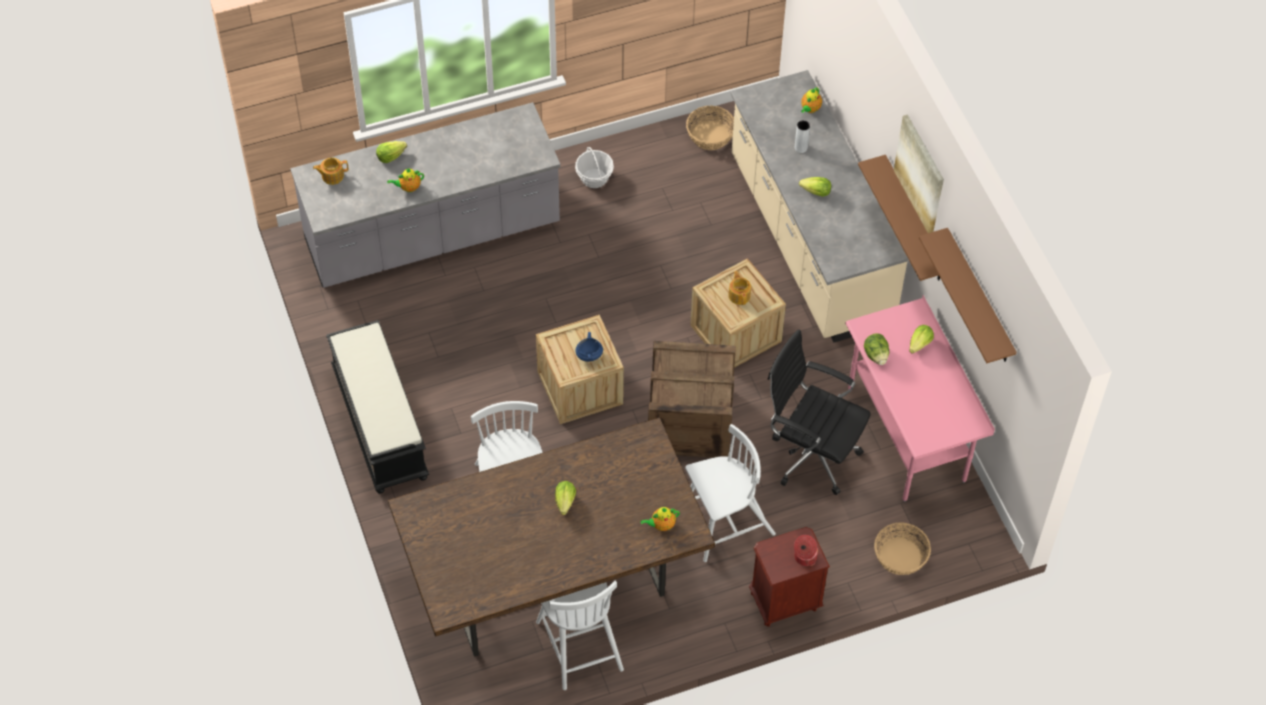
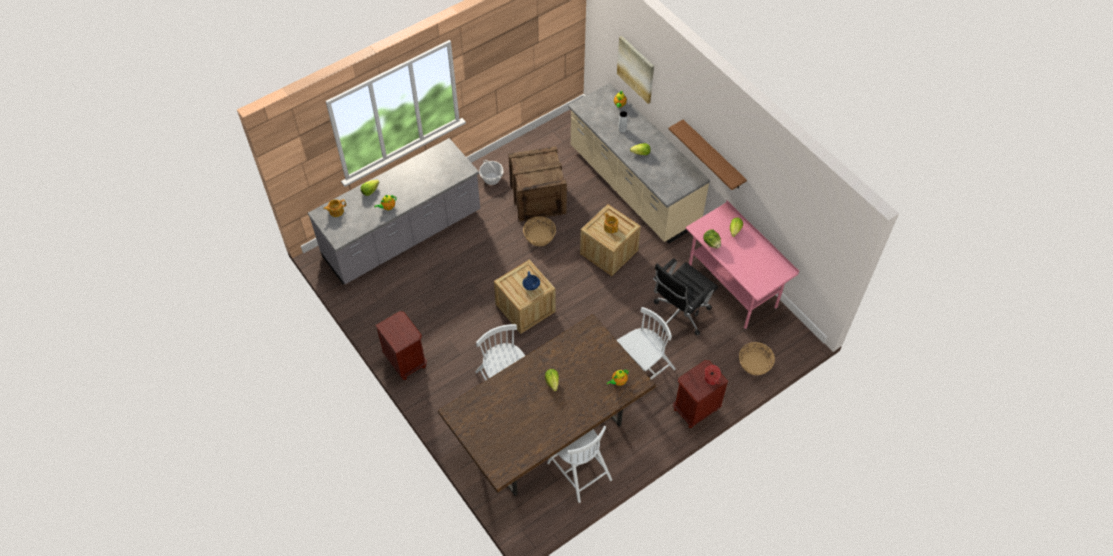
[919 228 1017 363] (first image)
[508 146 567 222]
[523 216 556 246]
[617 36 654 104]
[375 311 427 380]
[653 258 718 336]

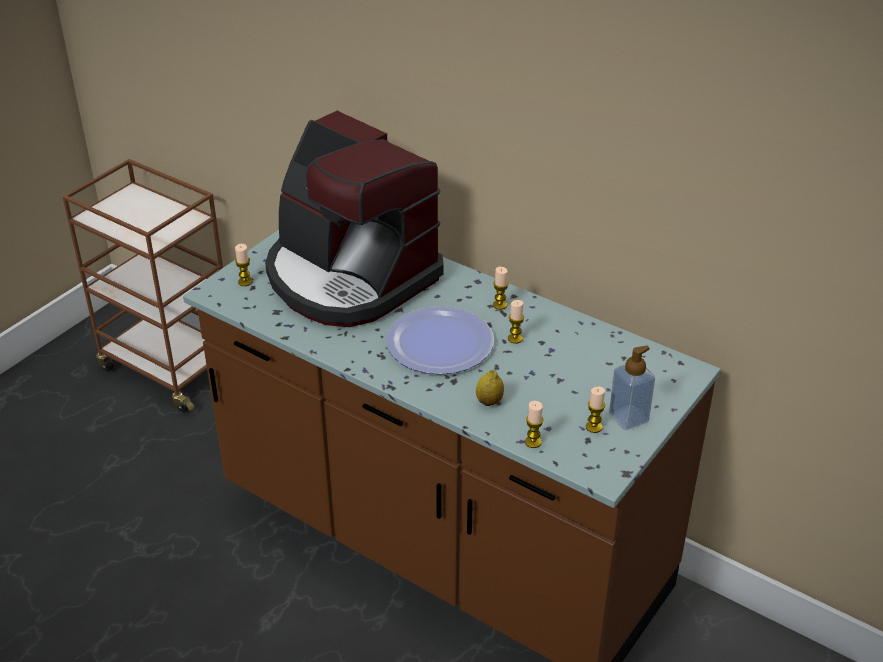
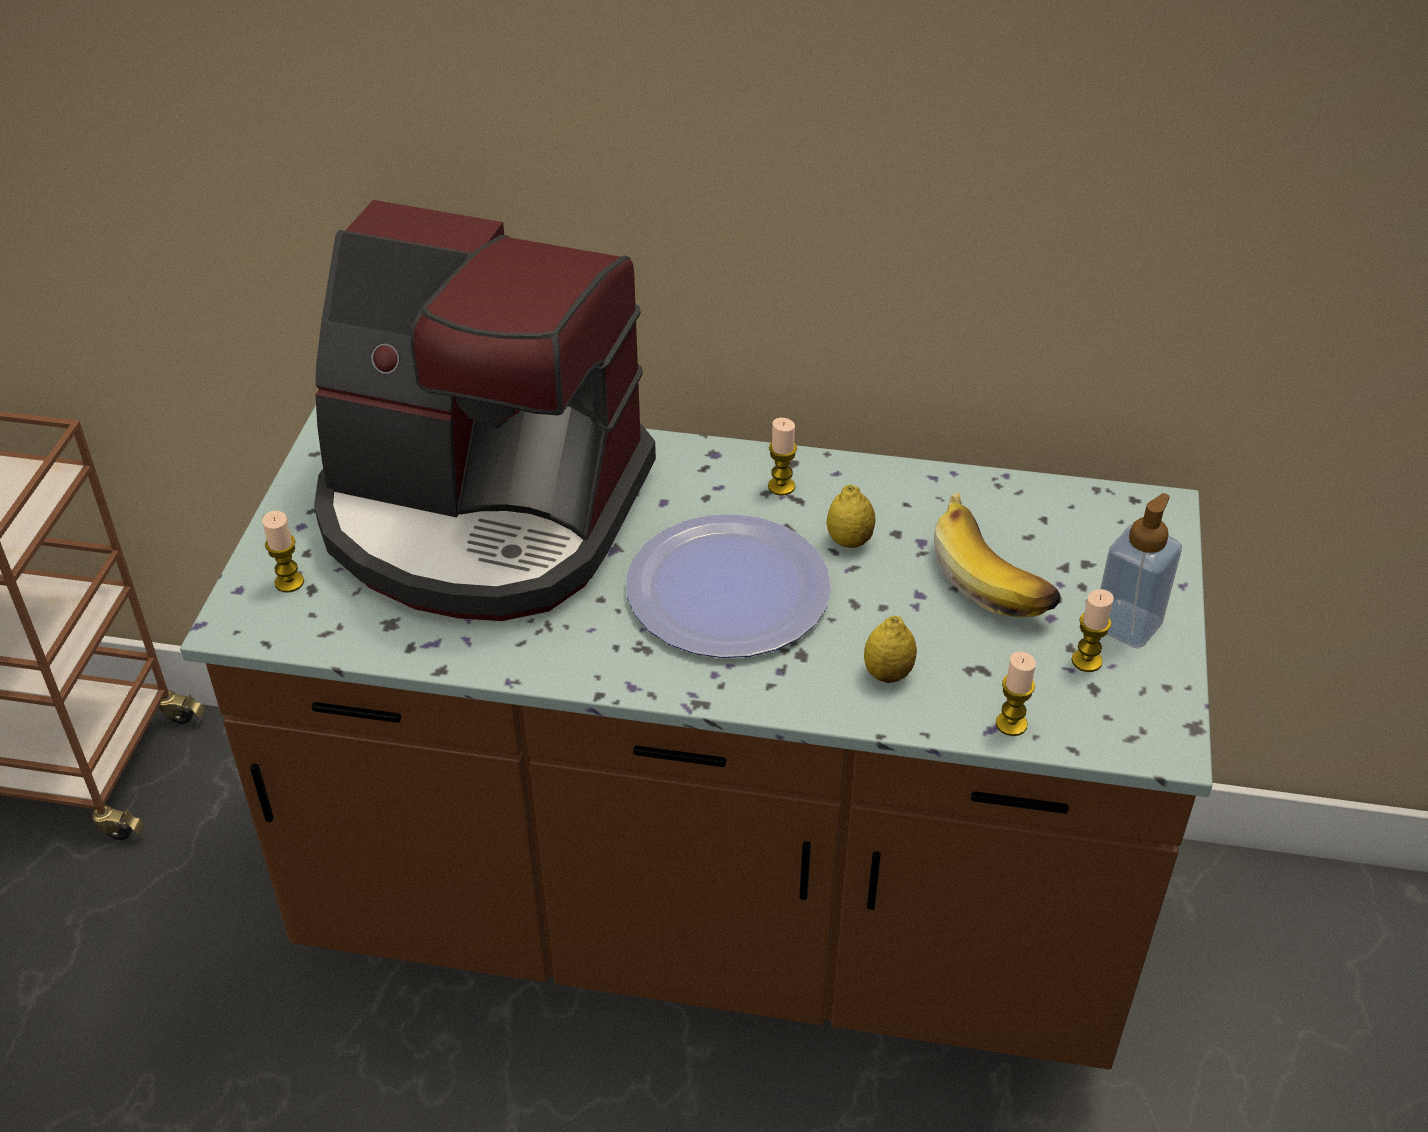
[934 492 1060 617]
[826 485 875 548]

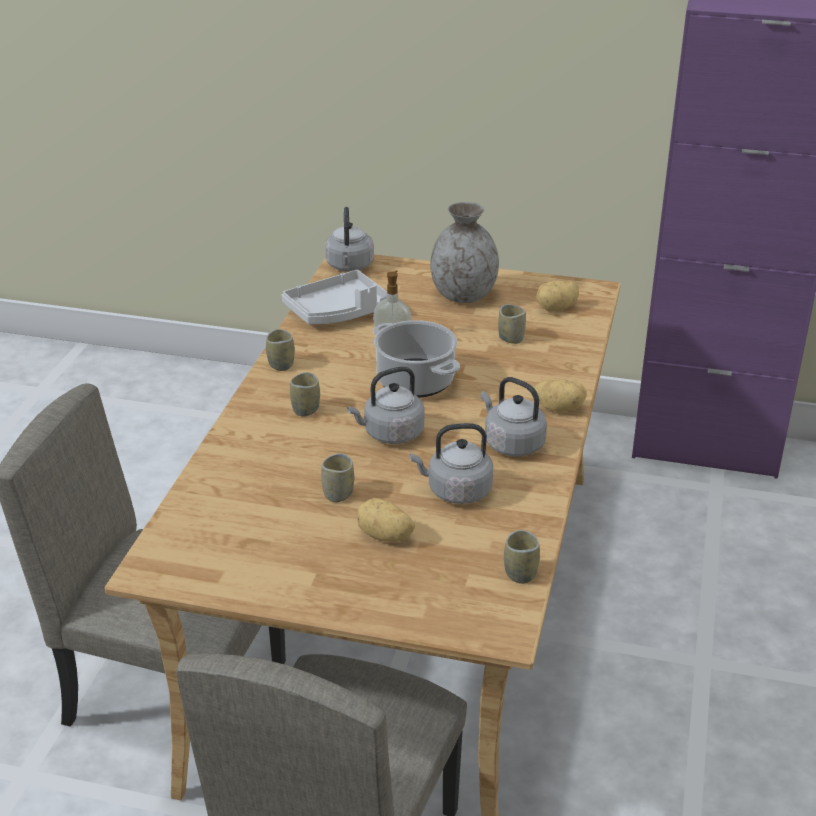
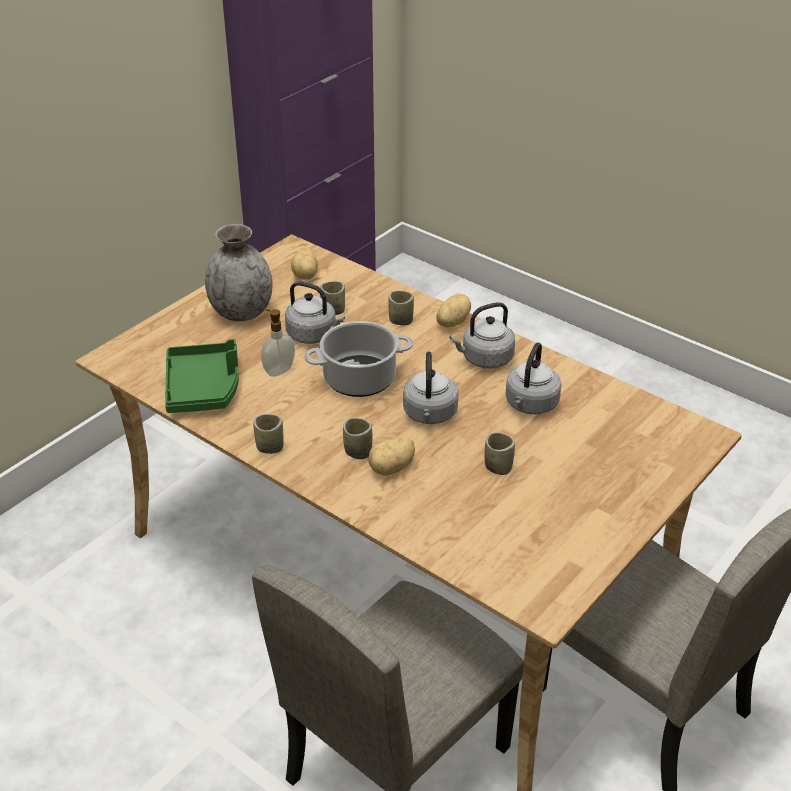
[285 281 345 344]
[368 438 415 476]
[388 291 414 325]
[165 339 239 413]

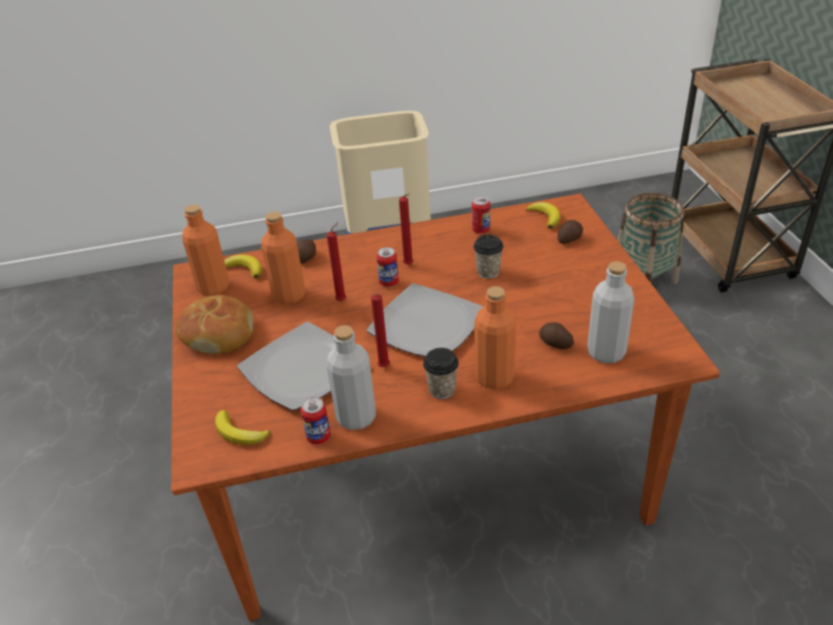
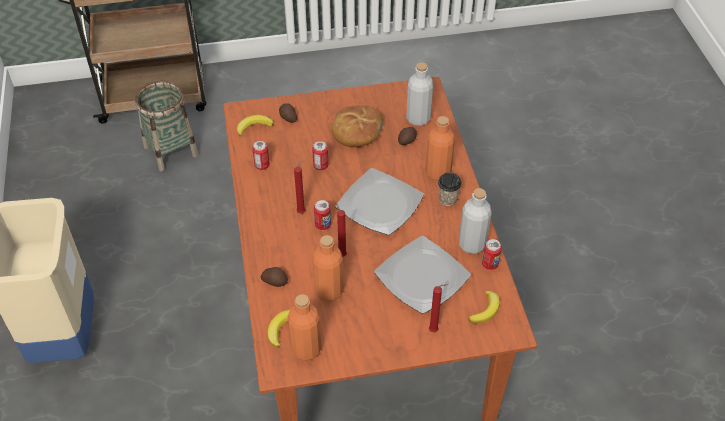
[331 105 383 147]
[429 284 447 332]
[312 141 328 170]

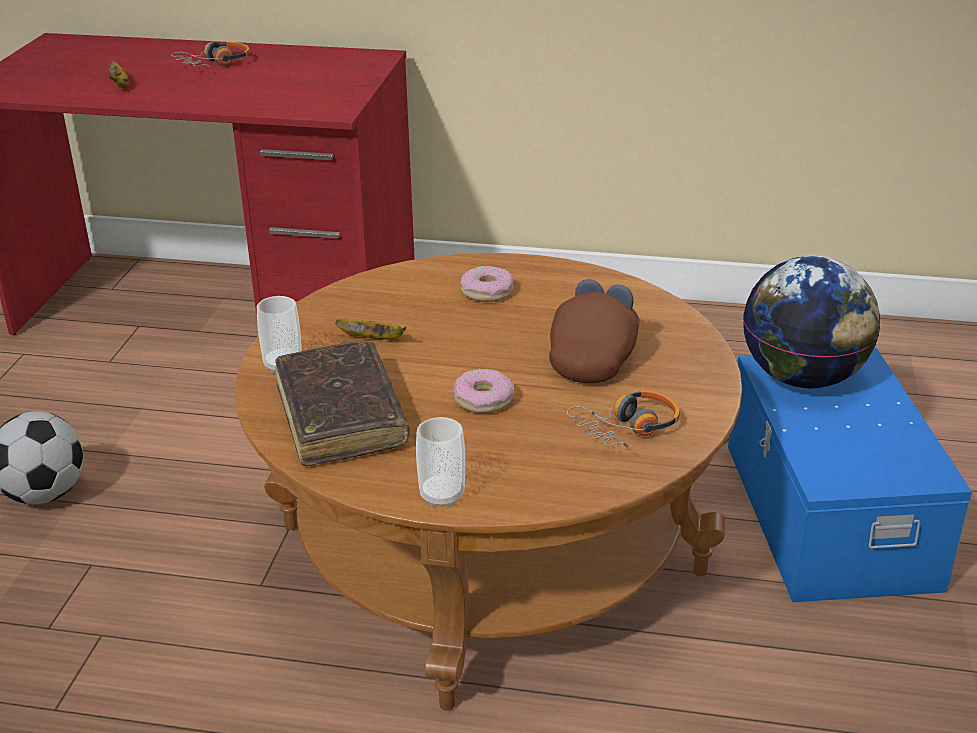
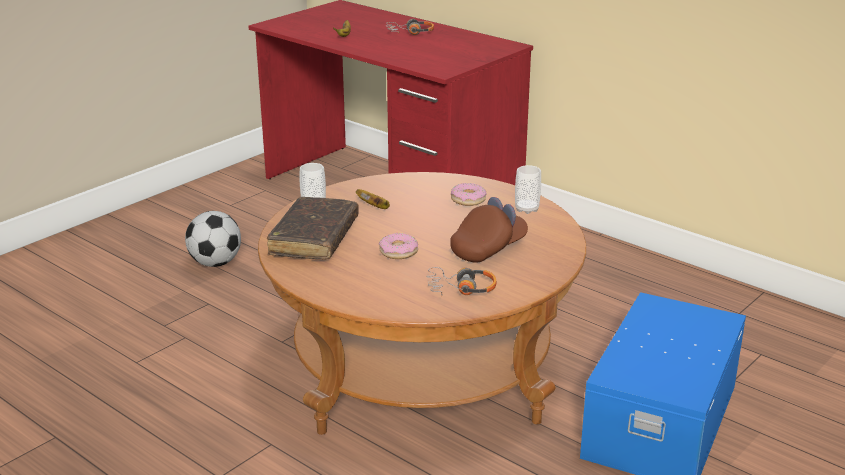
[743 256 880 388] (first image)
[515 165 541 214]

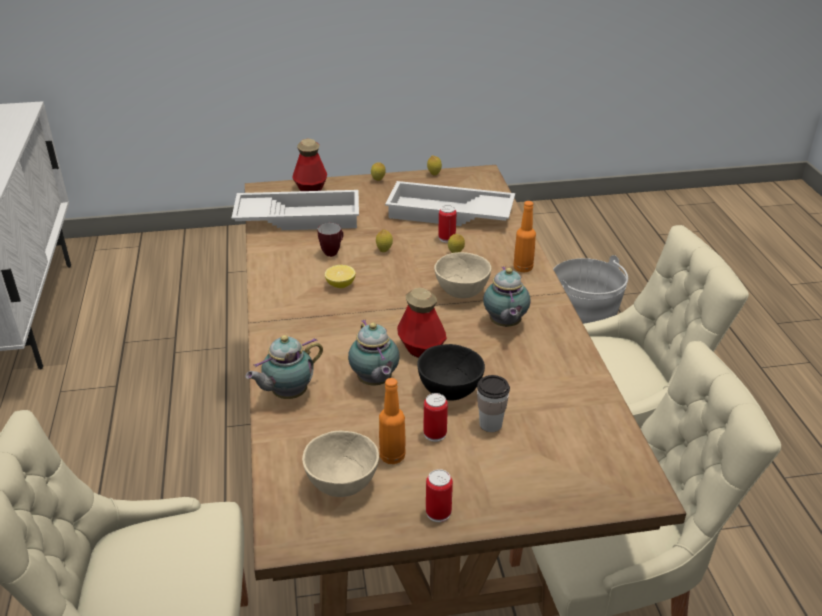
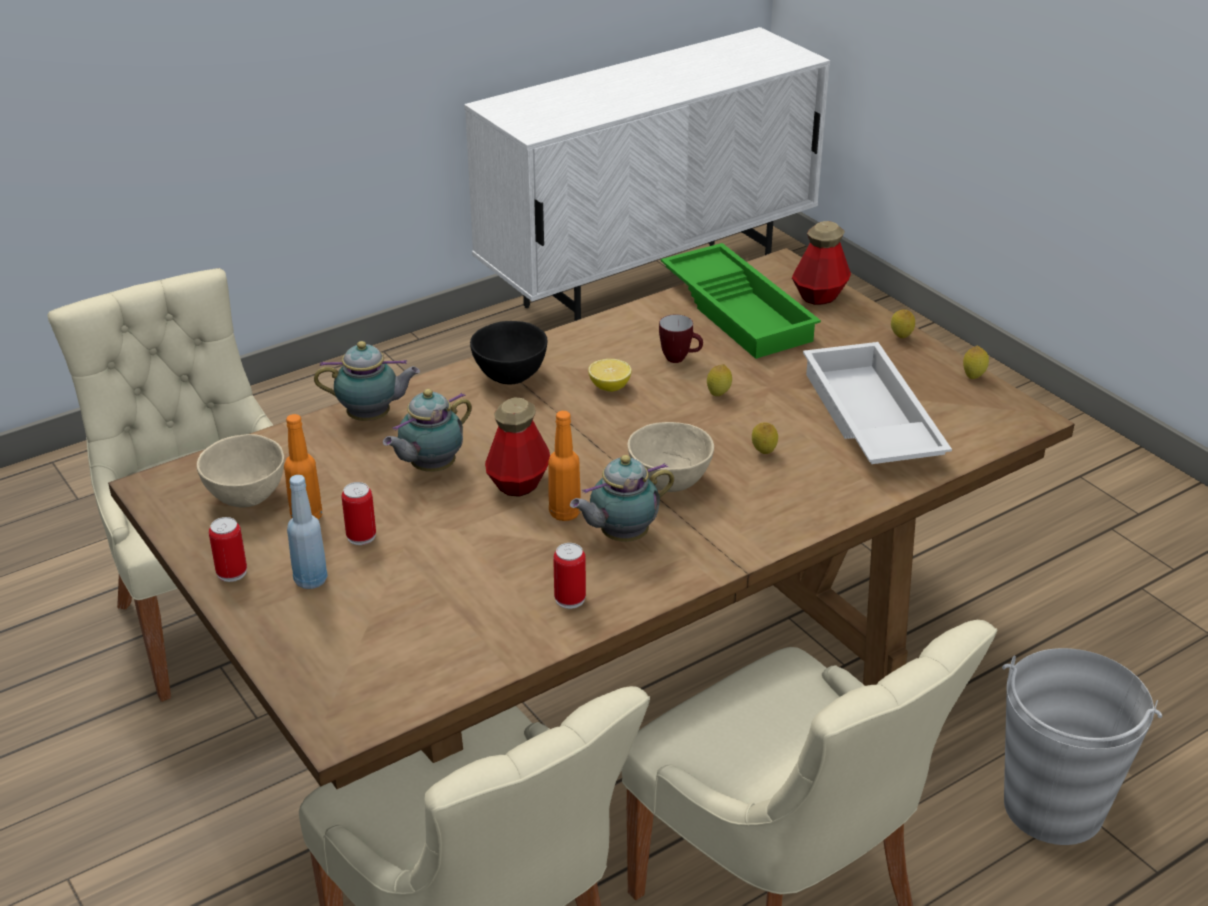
[477 375 510 432] (first image)
[287 475 328 589]
[470 321 547 384]
[553 543 586 609]
[548 411 581 521]
[661 243 821 359]
[314 341 420 421]

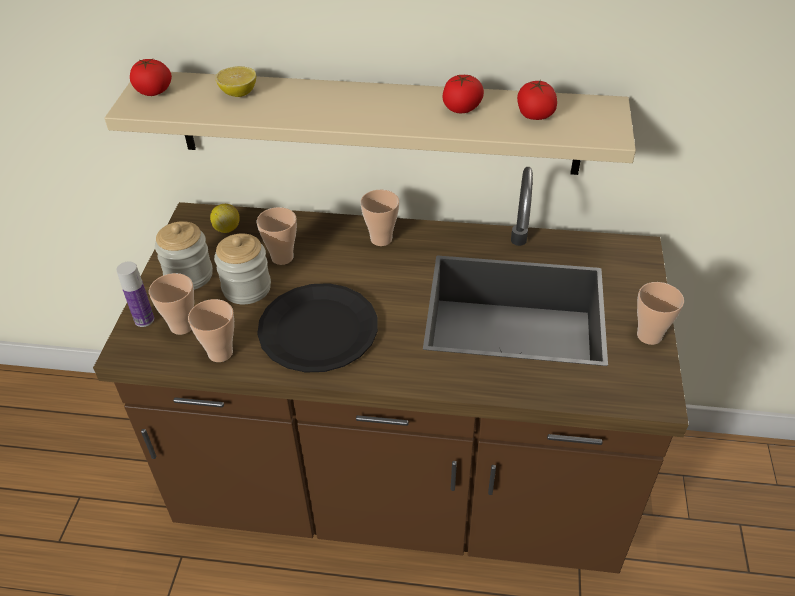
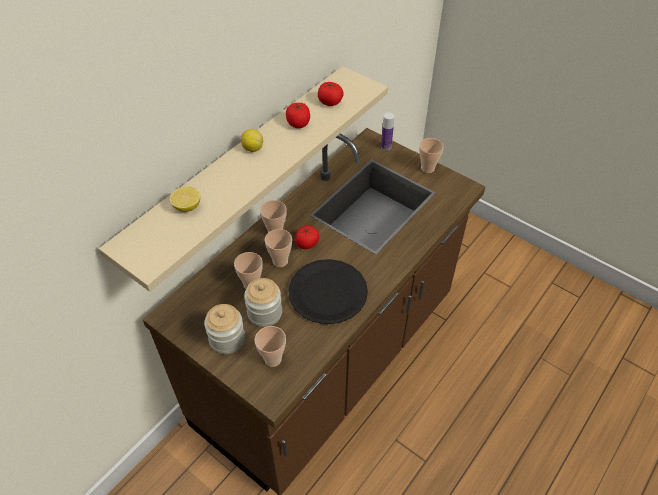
[381 113 394 151]
[295 226 320 249]
[265 229 292 267]
[241 129 263 152]

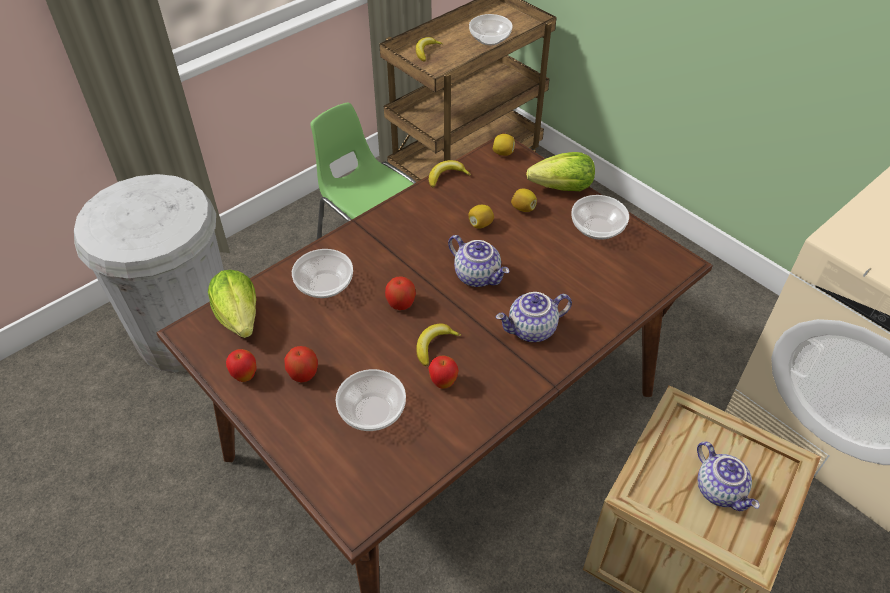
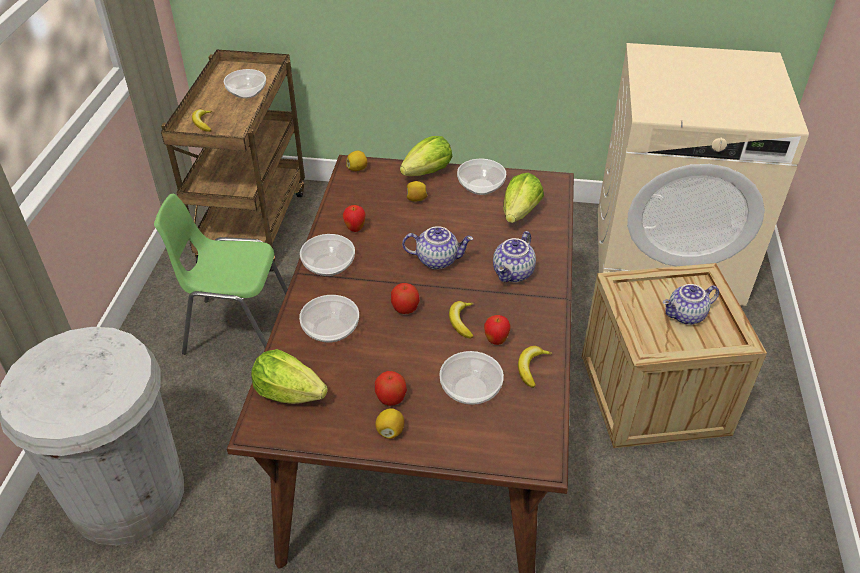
[300 234 355 276]
[503 173 544 223]
[343 205 366 232]
[518 346 552 388]
[375 408 404 439]
[663 284 719 325]

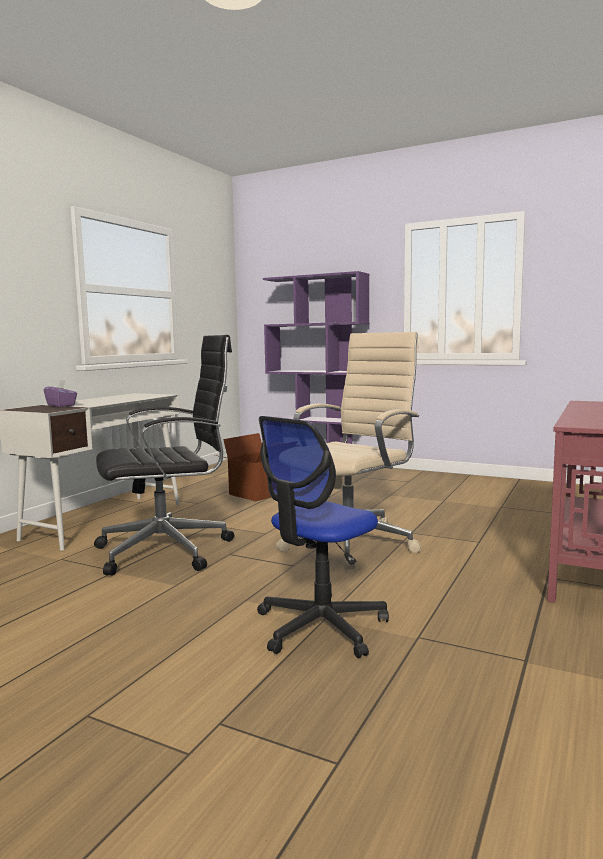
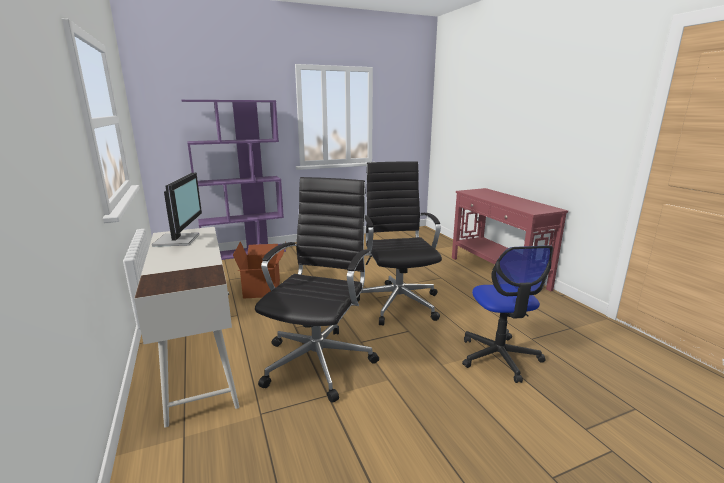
[44 380 77 407] (first image)
[152 173 202 247]
[357 161 442 325]

